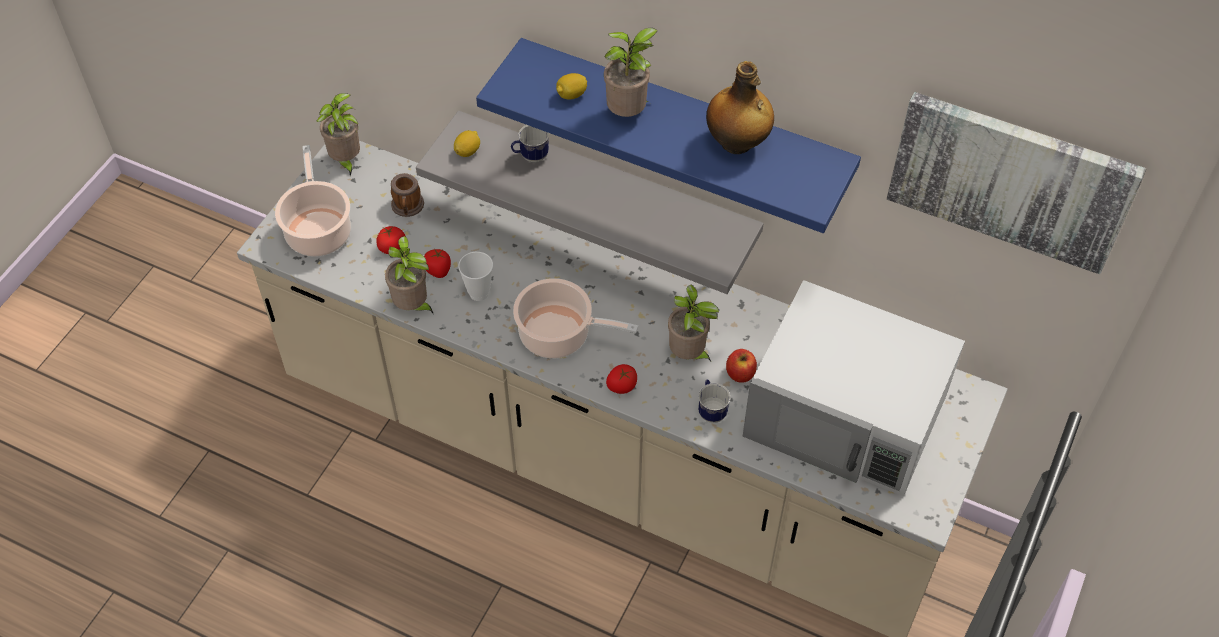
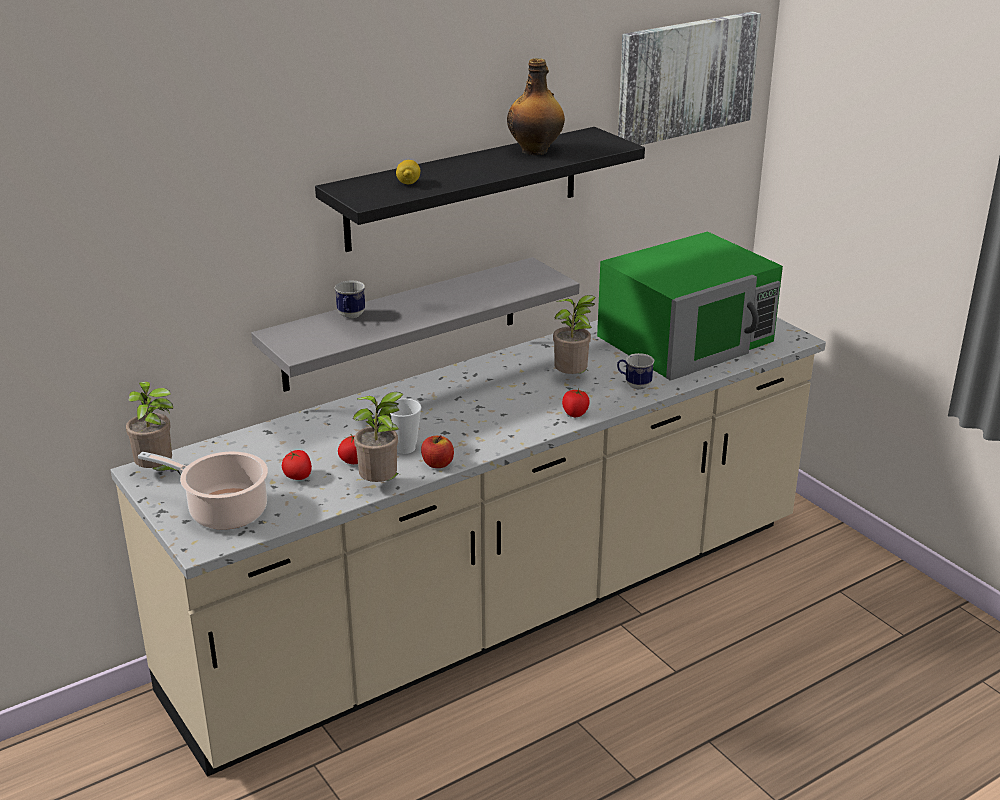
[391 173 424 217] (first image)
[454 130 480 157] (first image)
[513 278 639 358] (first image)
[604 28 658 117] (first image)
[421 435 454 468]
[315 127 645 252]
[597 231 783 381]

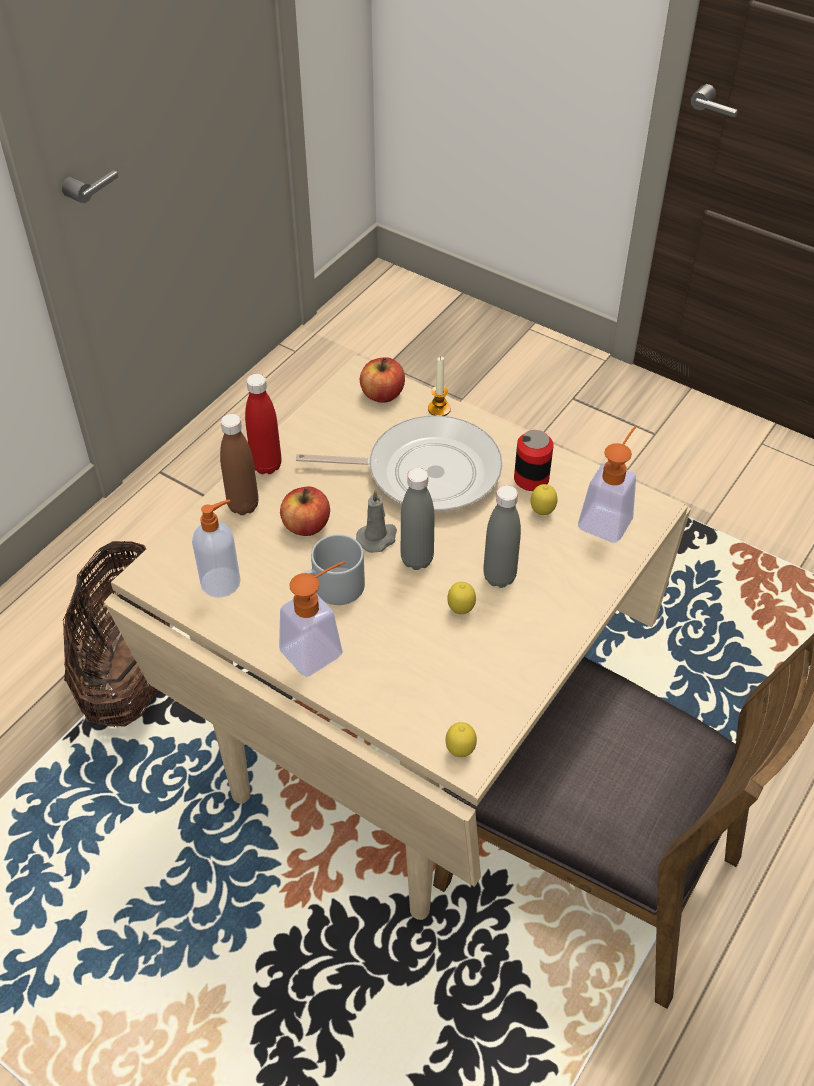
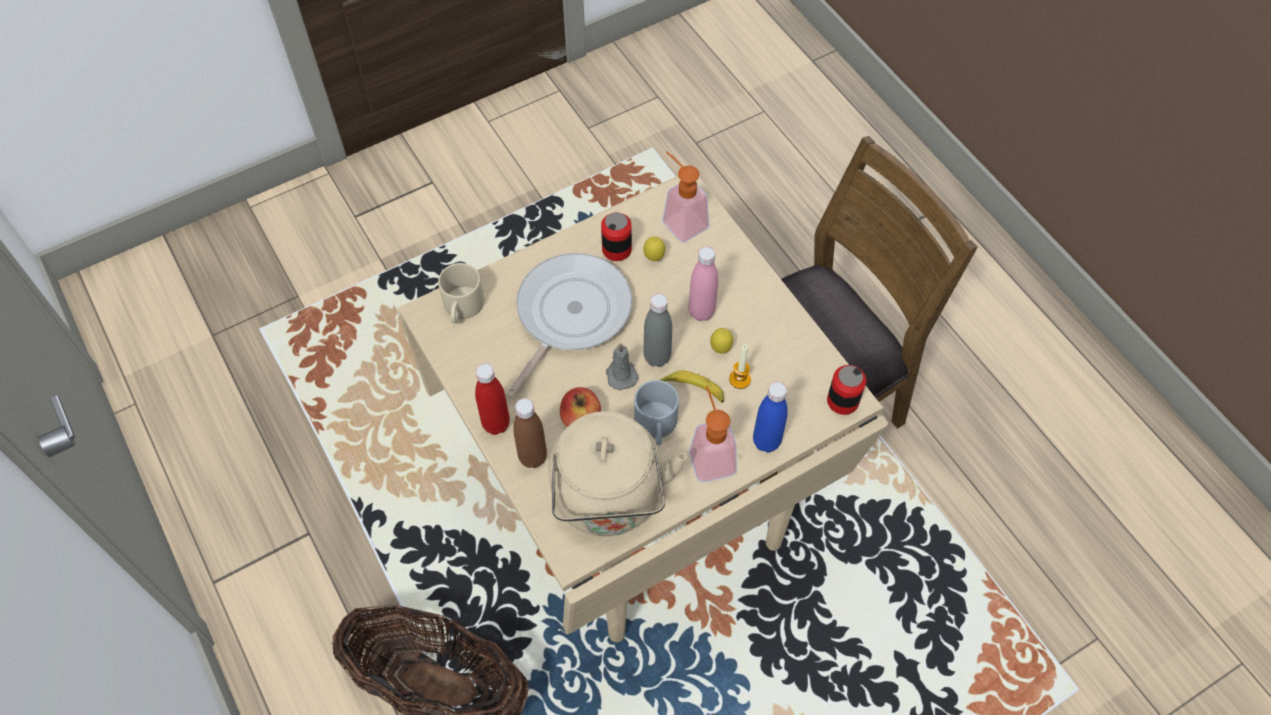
[660 370 724 403]
[753 382 788 452]
[729 344 751 389]
[549 411 687 536]
[438 263 484 324]
[827 365 866 415]
[688 246 718 321]

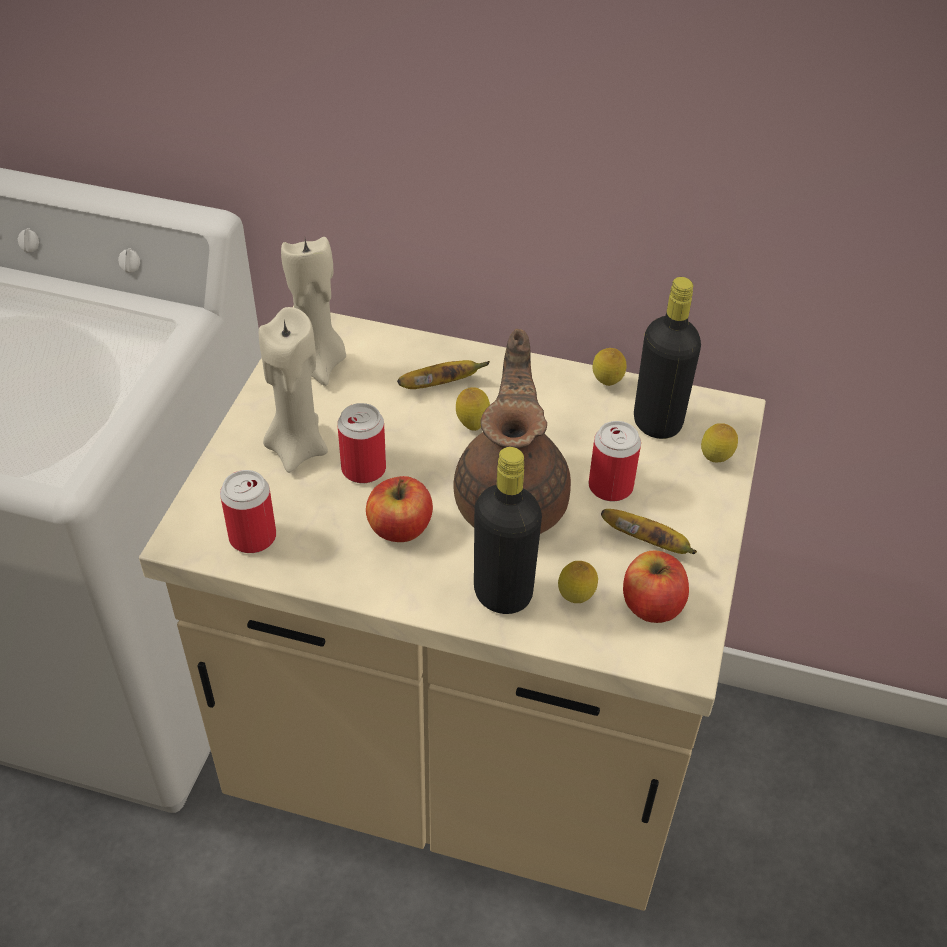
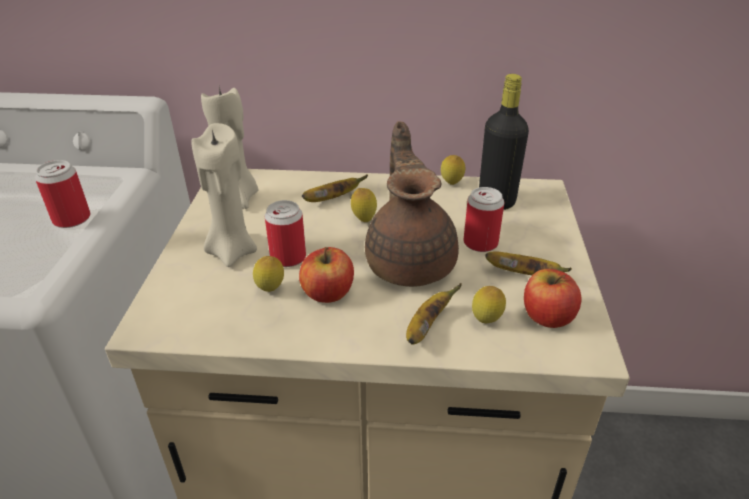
[35 160 91 228]
[253 256 284 292]
[406 283 462 344]

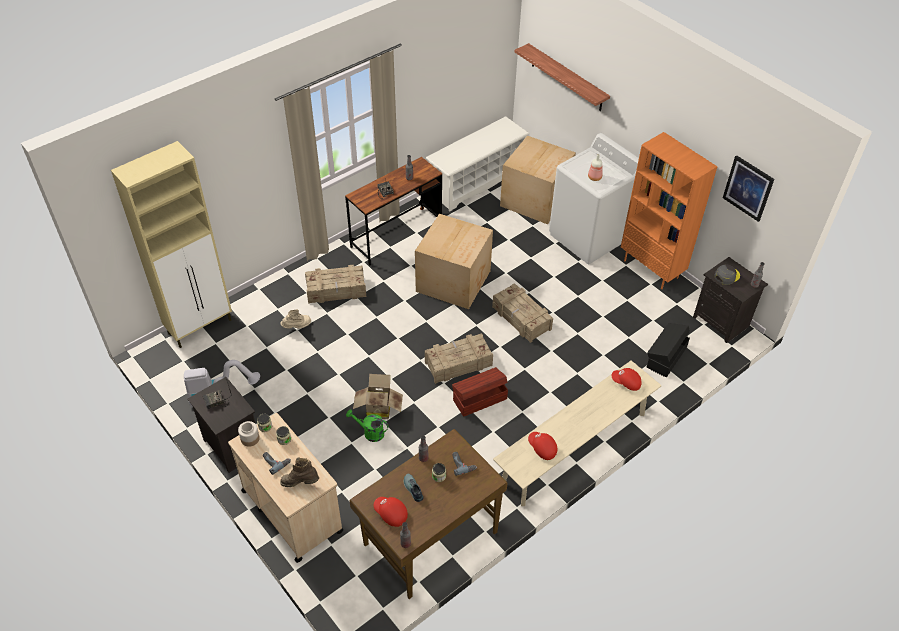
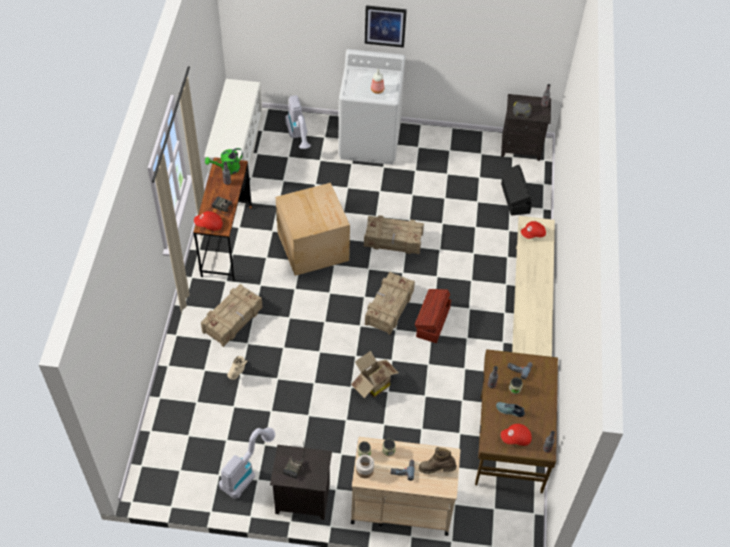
[111 141 232 348] (first image)
[515 43 610 111] (first image)
[621 132 718 289] (first image)
[205 148 243 174]
[194 211 223 231]
[365 5 407 48]
[285 95 311 149]
[419 447 457 474]

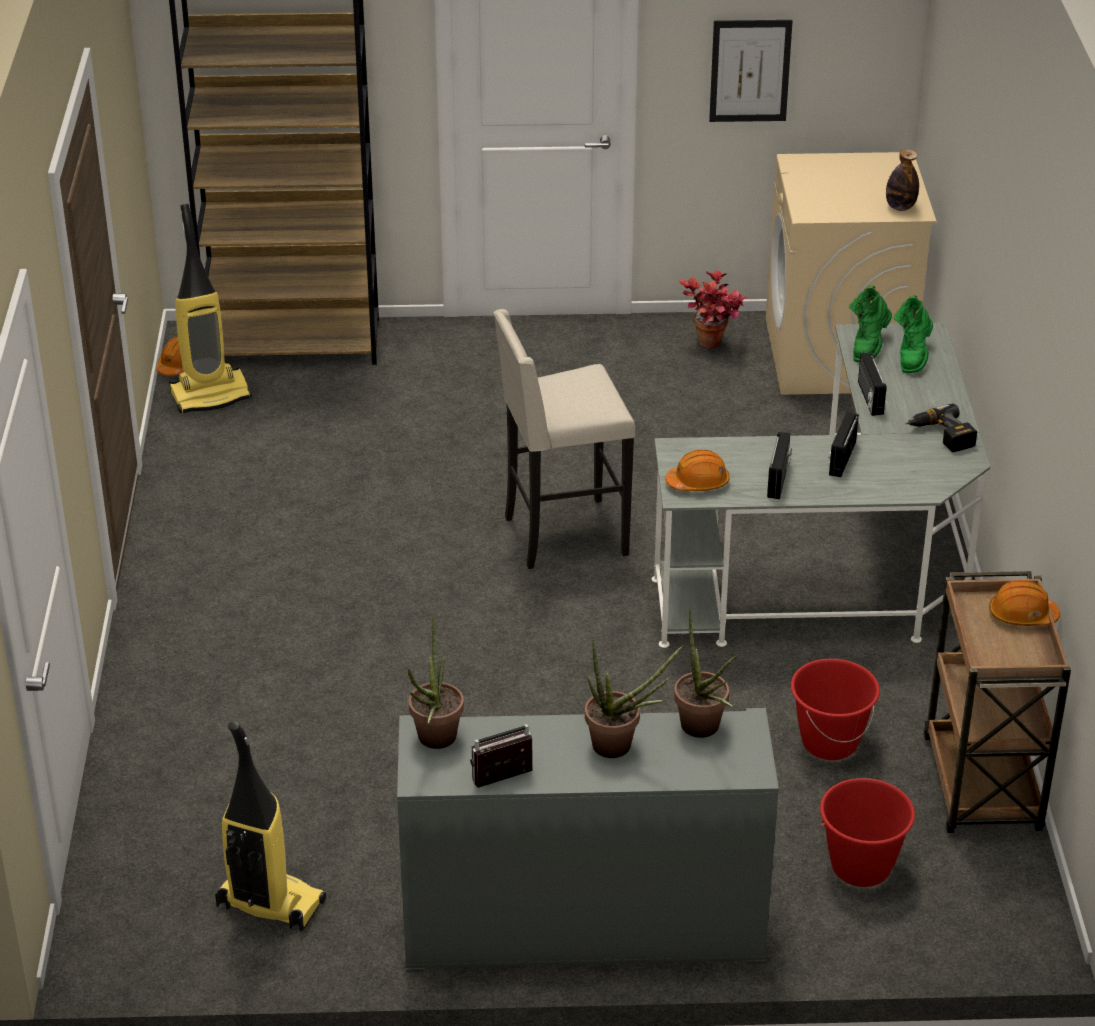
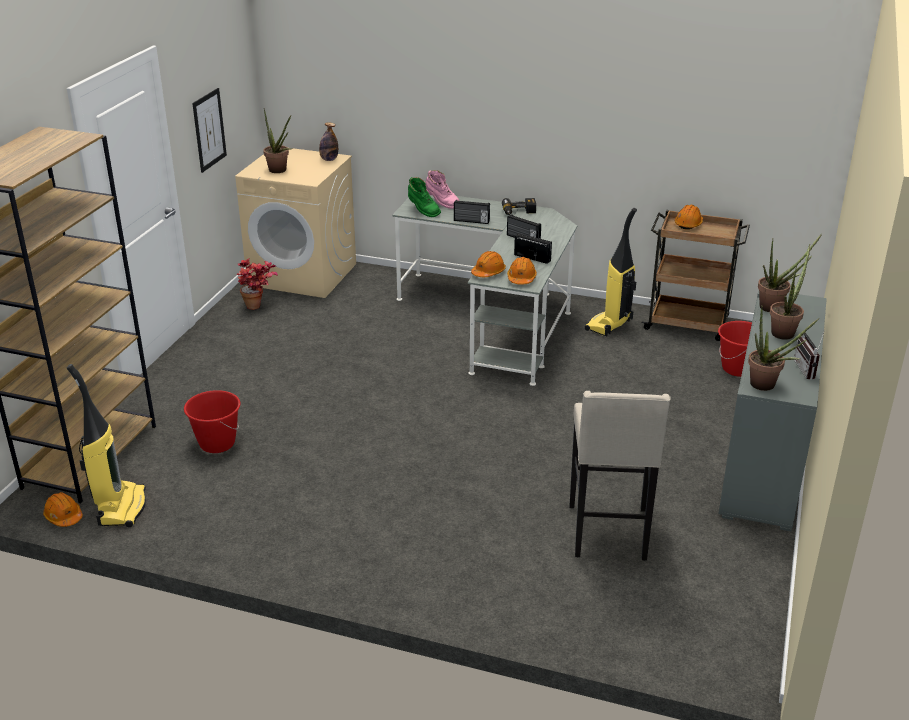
[263 109 292 173]
[471 251 506 277]
[585 208 637 336]
[570 391 671 561]
[184 390 241 453]
[426 170 460 209]

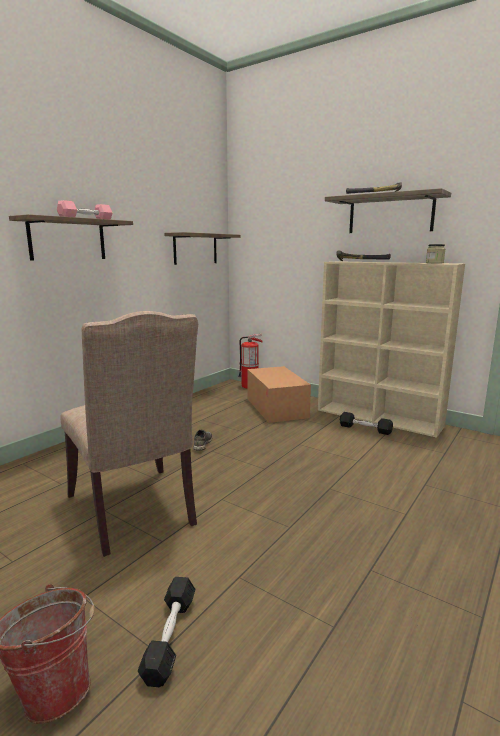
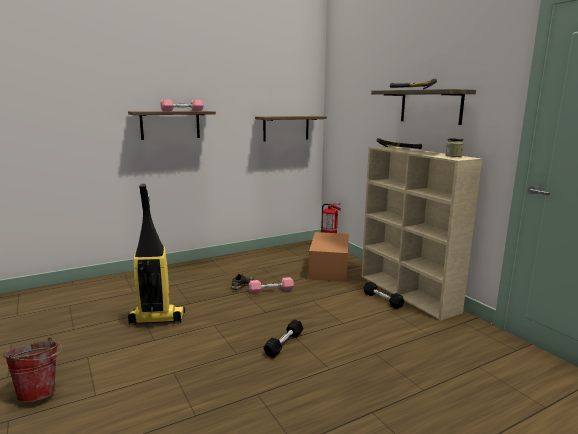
[249 277 294 294]
[264 320 304 358]
[128 184 185 325]

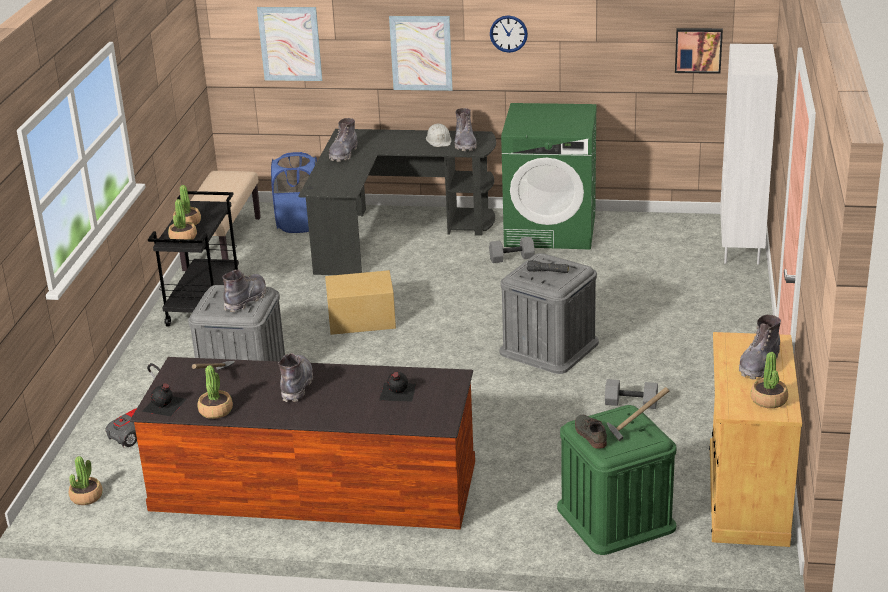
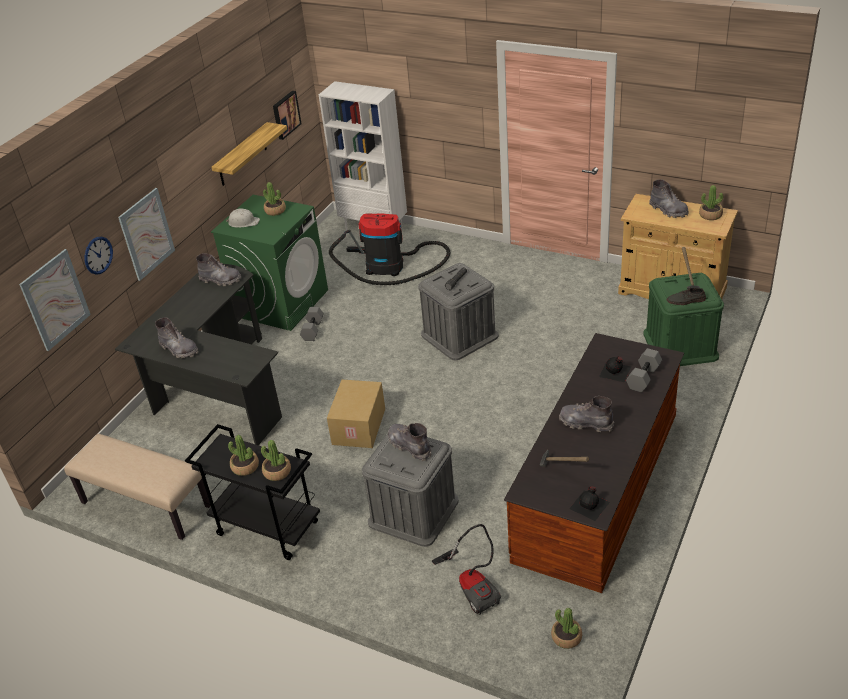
[271 152 317 233] (first image)
[211 122 287 186]
[329 213 450 285]
[263 182 286 216]
[226 208 260 228]
[84 237 113 275]
[626 348 662 392]

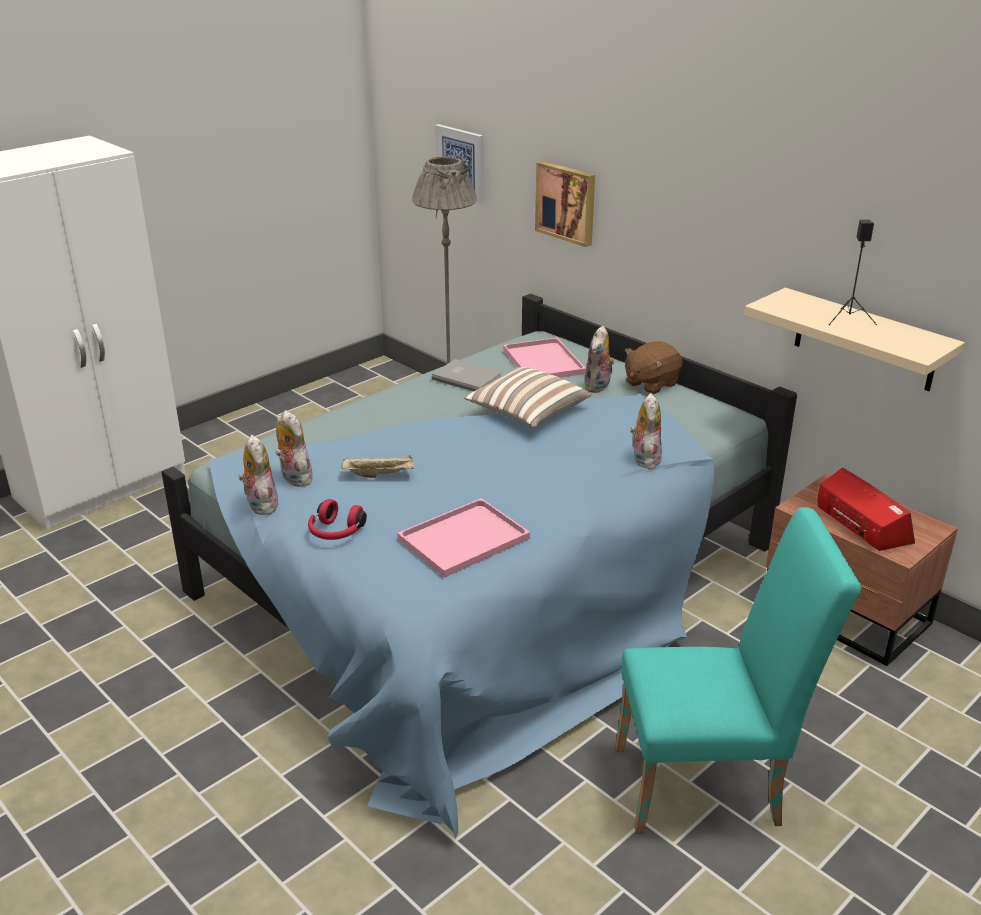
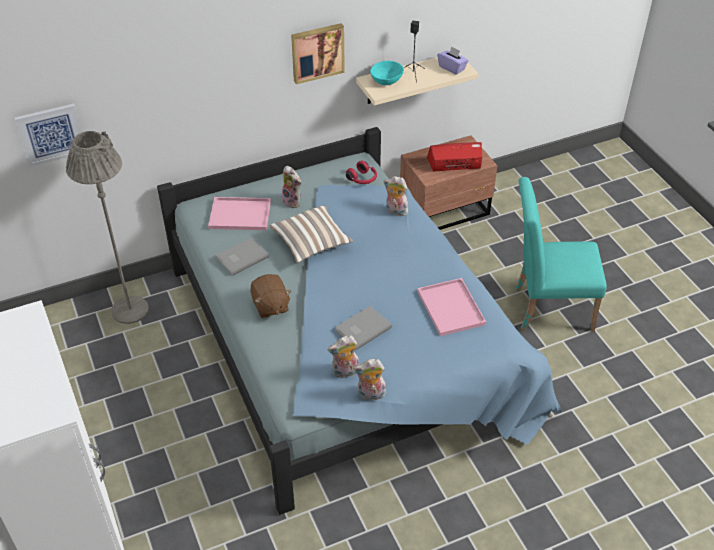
[370 61 404 85]
[437 46 468 75]
[346 161 377 184]
[291 23 345 84]
[250 274 291 318]
[335 306 392 350]
[516 177 607 332]

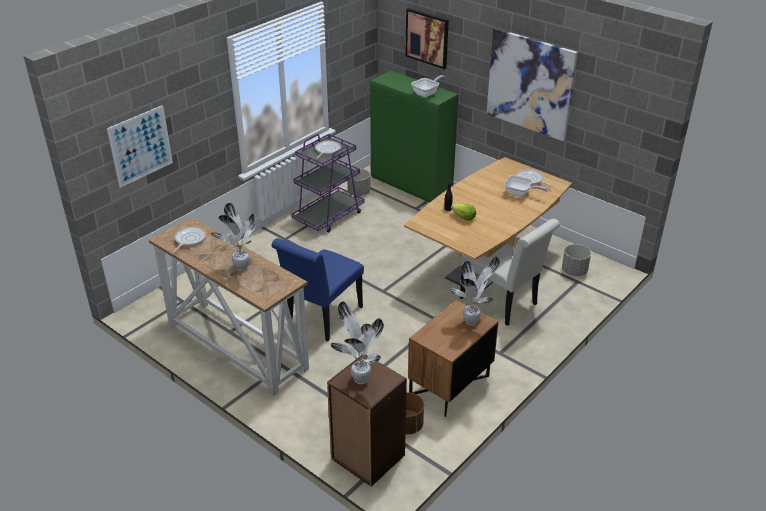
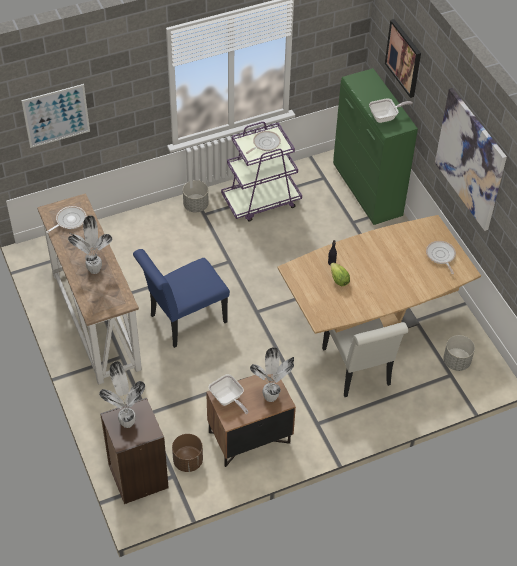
[183 180 209 212]
[209 374 248 414]

